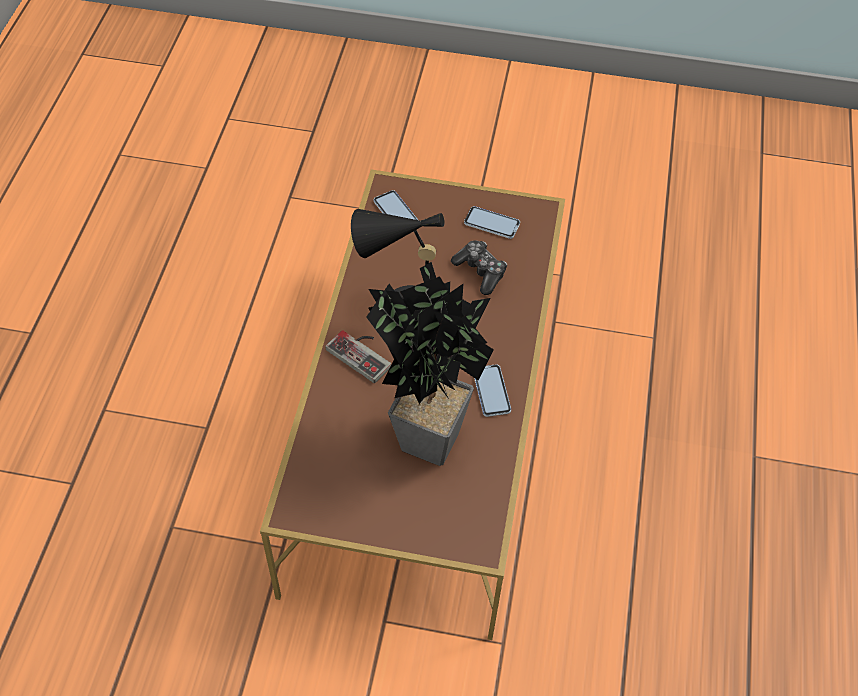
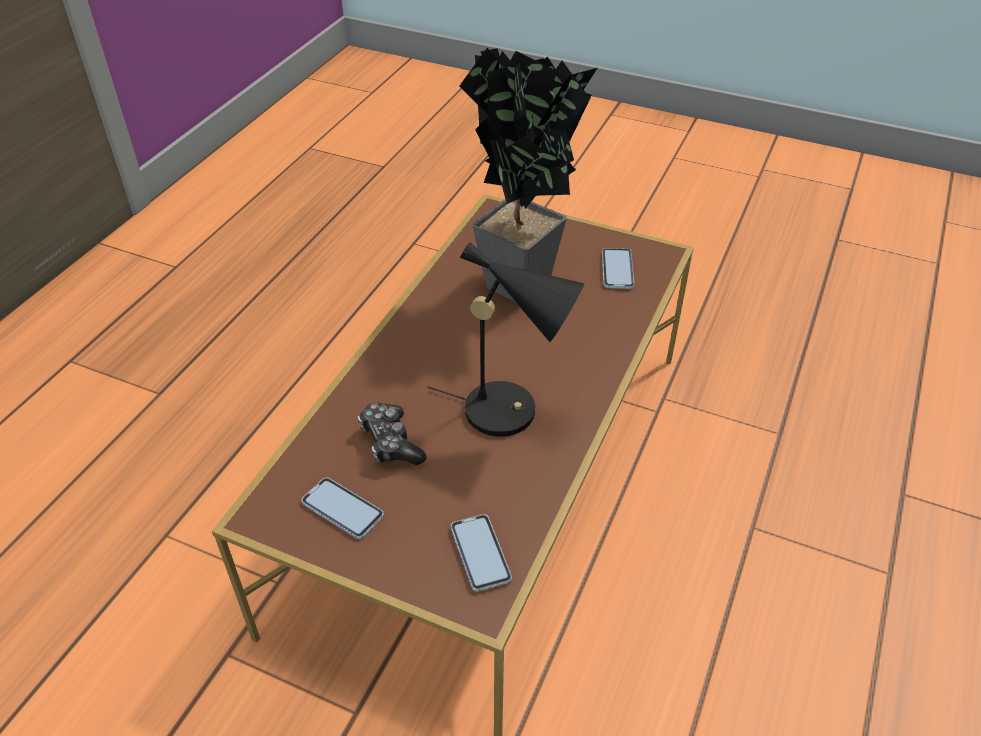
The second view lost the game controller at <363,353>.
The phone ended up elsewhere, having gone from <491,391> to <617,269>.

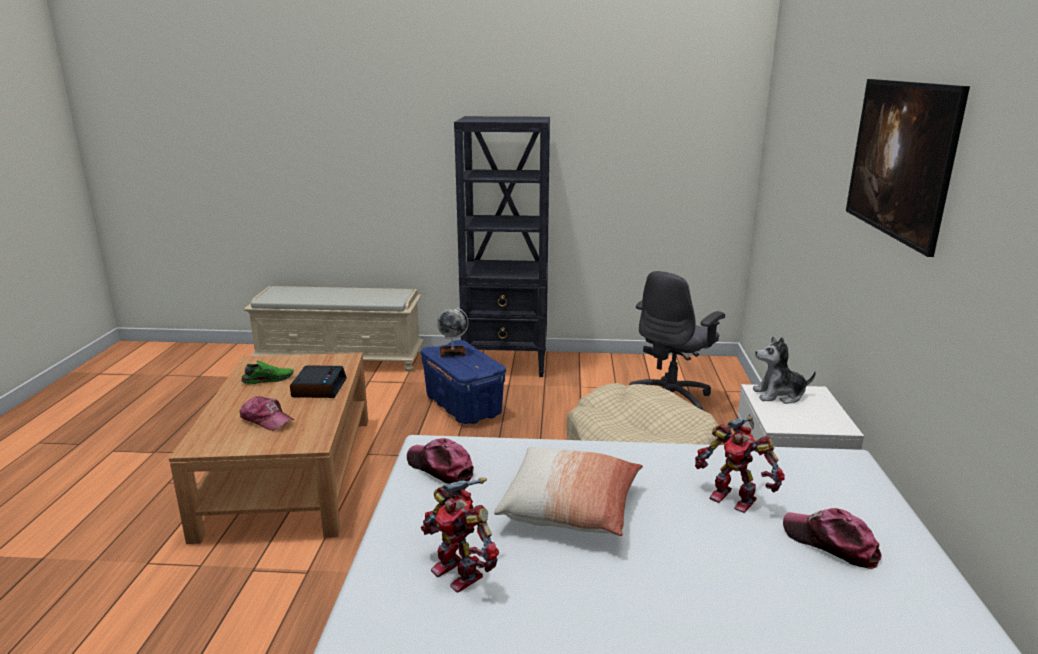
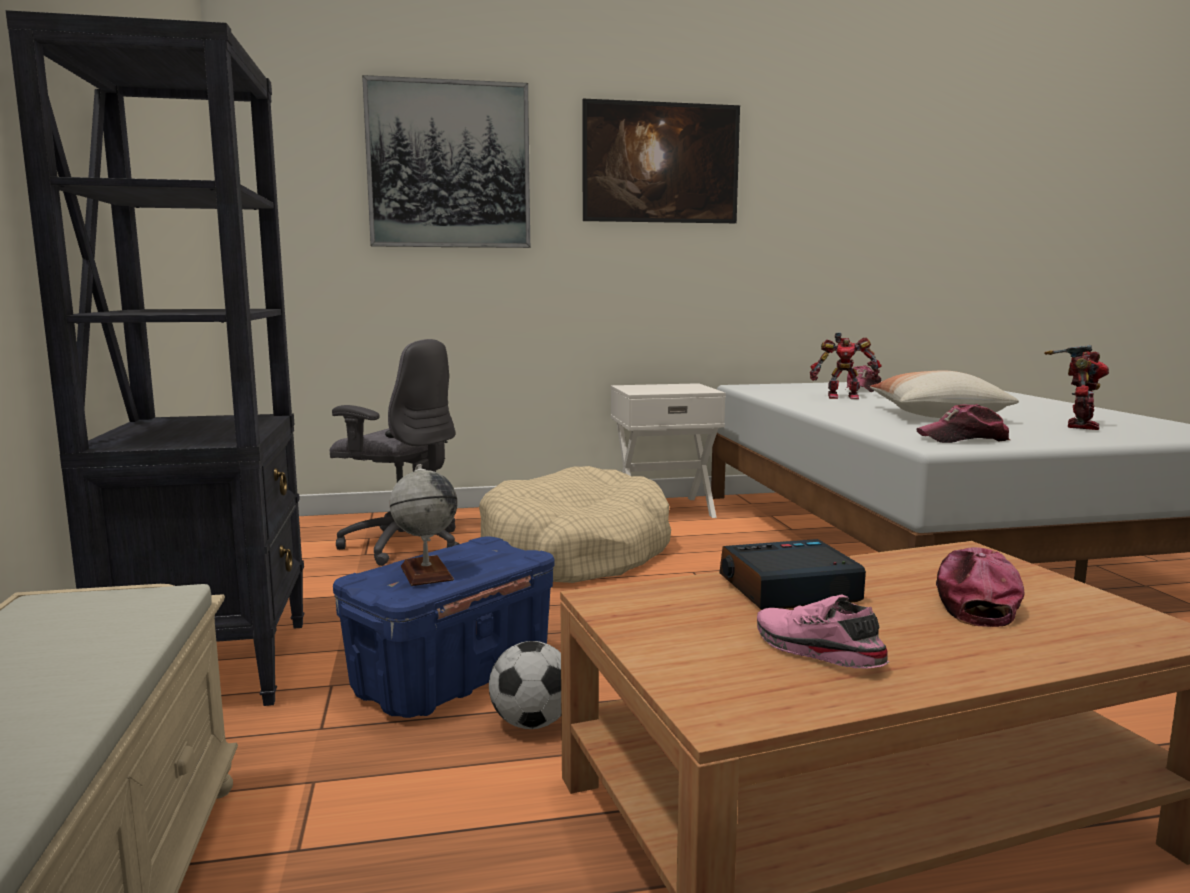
What was the green shoe at <268,379> turned into the pink shoe at <815,652>.
The cap at <440,468> ended up facing another way, 60 degrees clockwise from before.
The toy robot at <734,498> ended up facing another way, 75 degrees clockwise from before.
The second view lost the plush toy at <779,395>.
The second view gained the picture at <449,165>.
The second view gained the football at <532,723>.

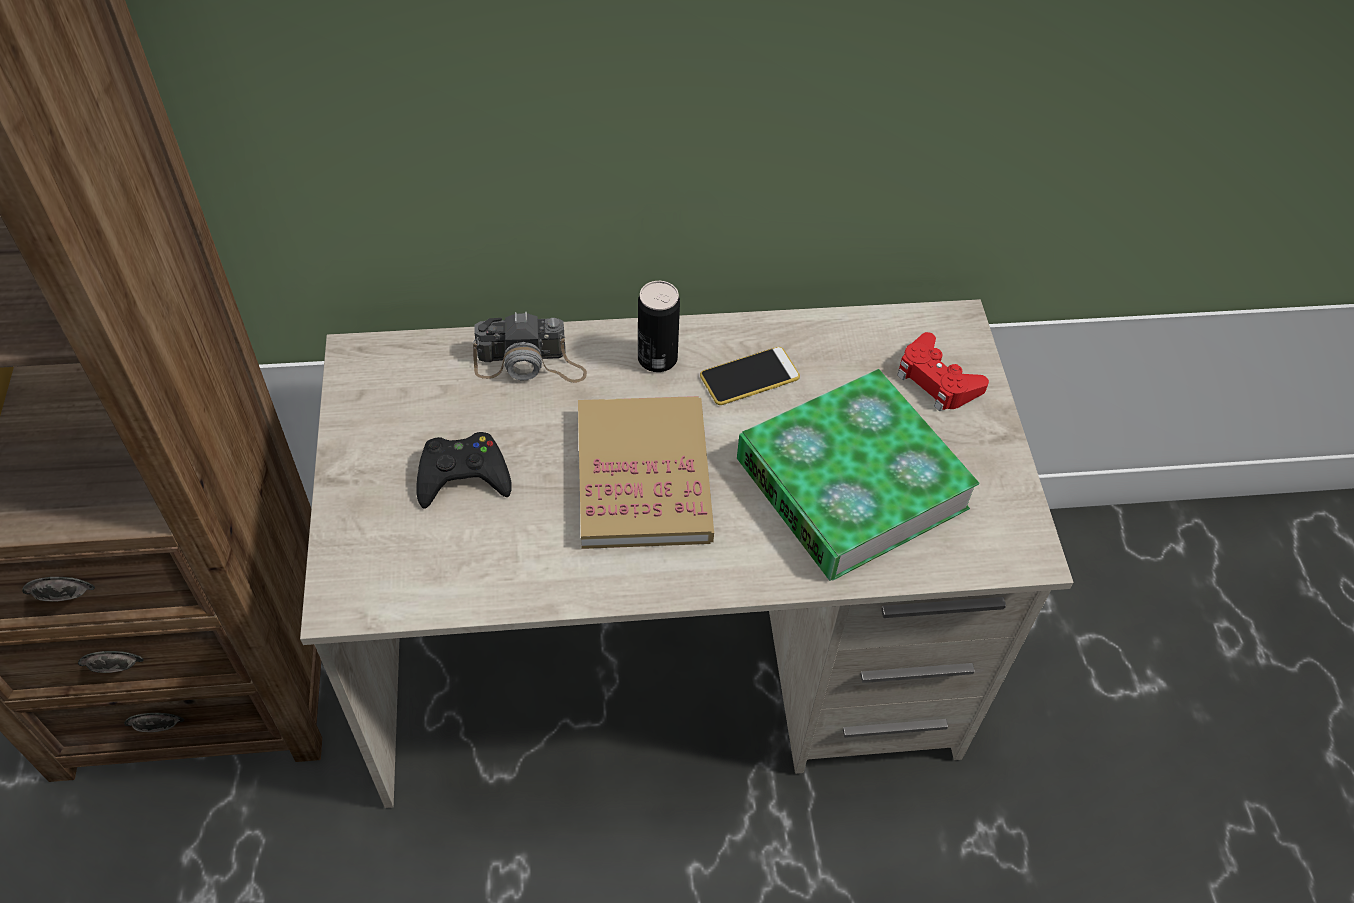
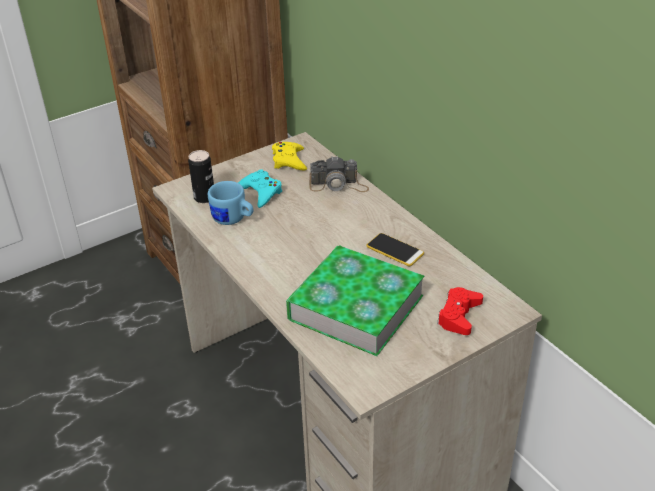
What was the black game controller at <463,476> turned into the turquoise game controller at <260,192>.
The photo camera at <530,364> ended up facing another way, 60 degrees counterclockwise from before.
The second view lost the book at <643,476>.
The can ended up elsewhere, having gone from <657,358> to <204,197>.
The second view gained the blue mug at <233,220>.
The second view gained the yellow game controller at <289,160>.

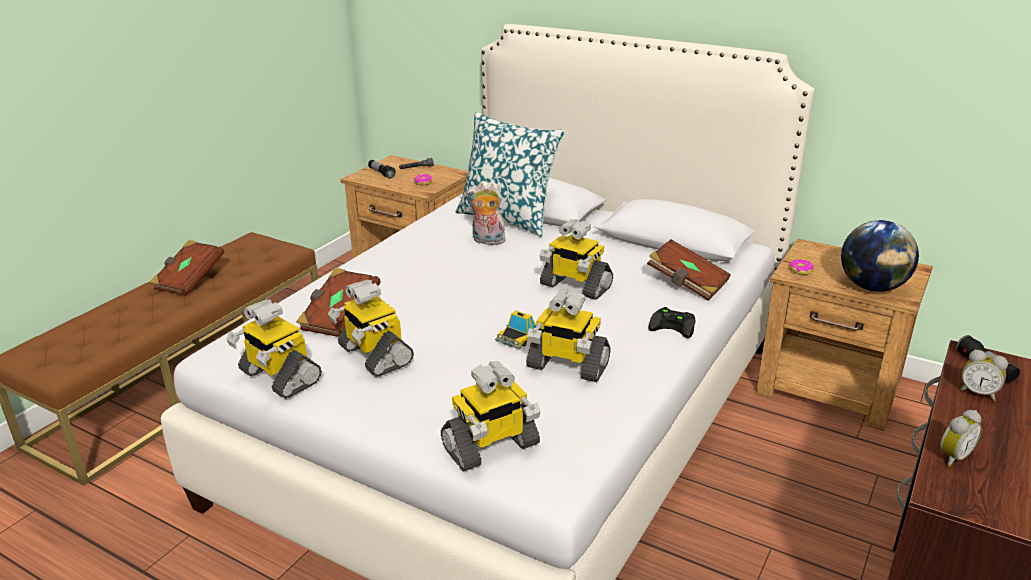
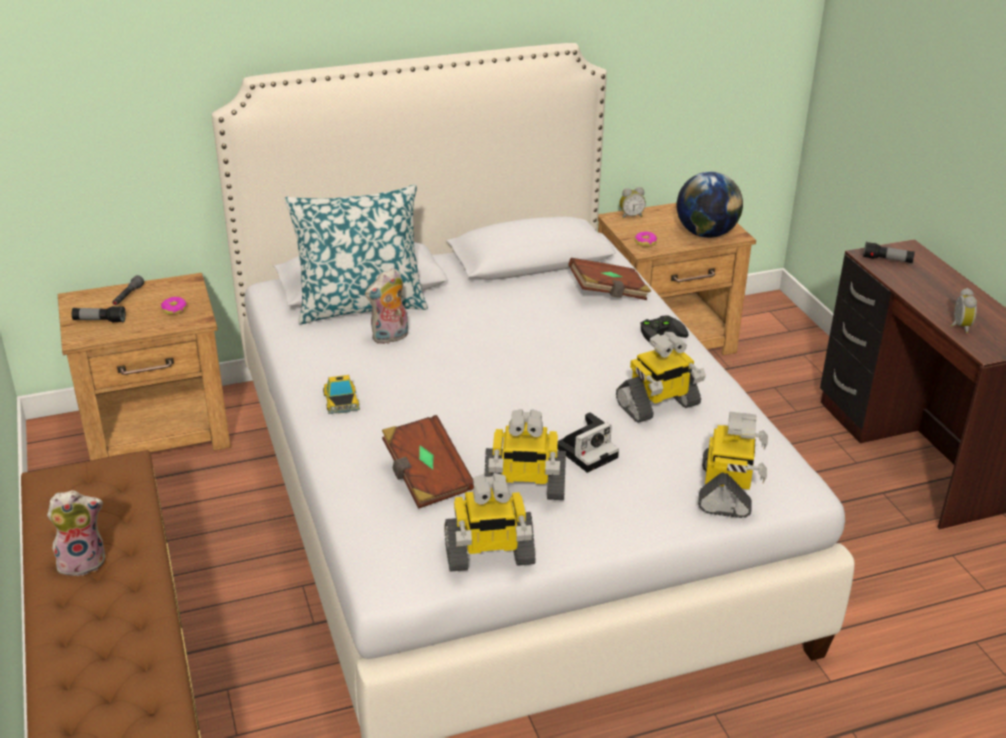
Where the brown book stood at <189,280>, the plush toy came to stand at <83,561>.
The toy car ended up elsewhere, having gone from <519,336> to <341,400>.
The second view lost the toy robot at <575,286>.
The alarm clock ended up elsewhere, having gone from <978,393> to <631,216>.
The second view gained the photo camera at <587,451>.

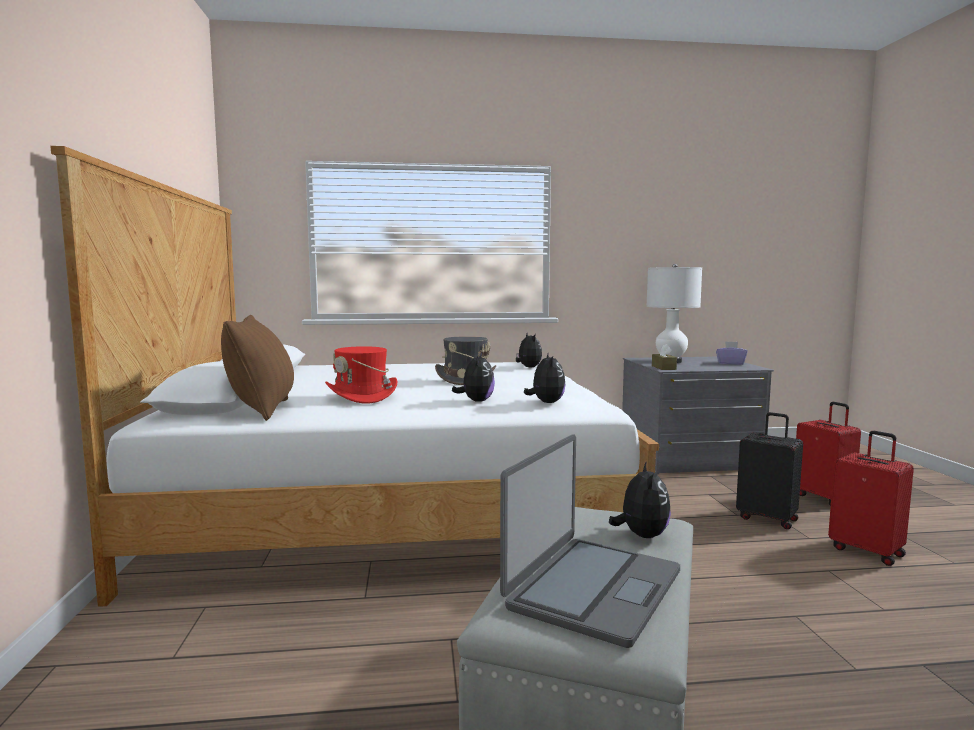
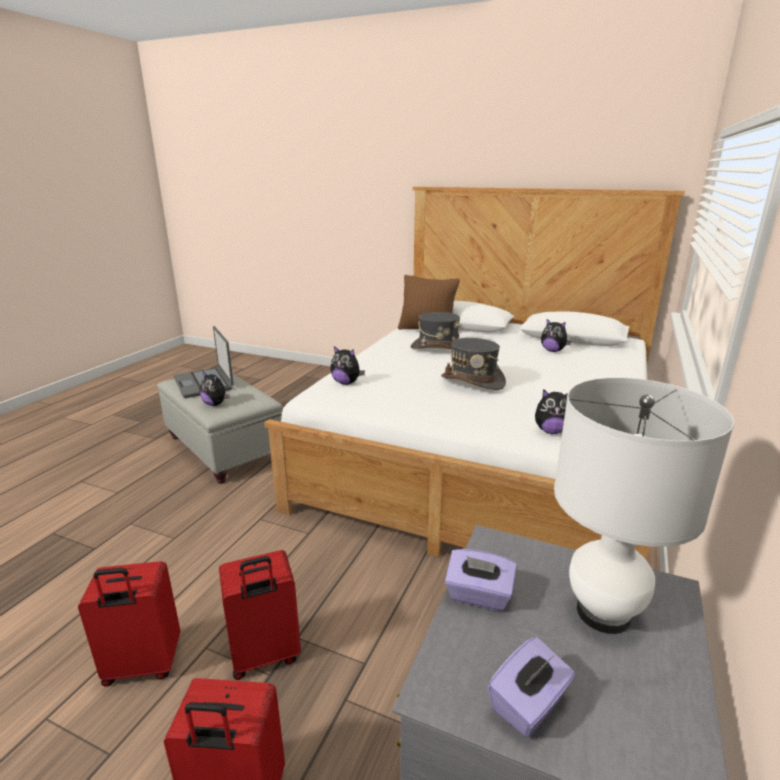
What was the red hat at <362,396> turned into the grey hat at <438,348>.
The plush toy ended up elsewhere, having gone from <476,401> to <553,351>.
The second view lost the brown tissue box at <663,367>.
What was the black suitcase at <767,518> turned into the red suitcase at <265,656>.
The second view gained the purple tissue box at <478,595>.

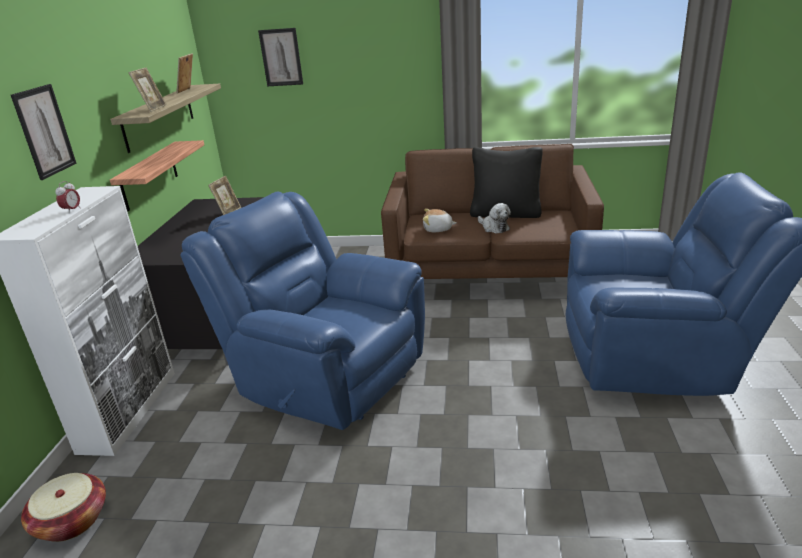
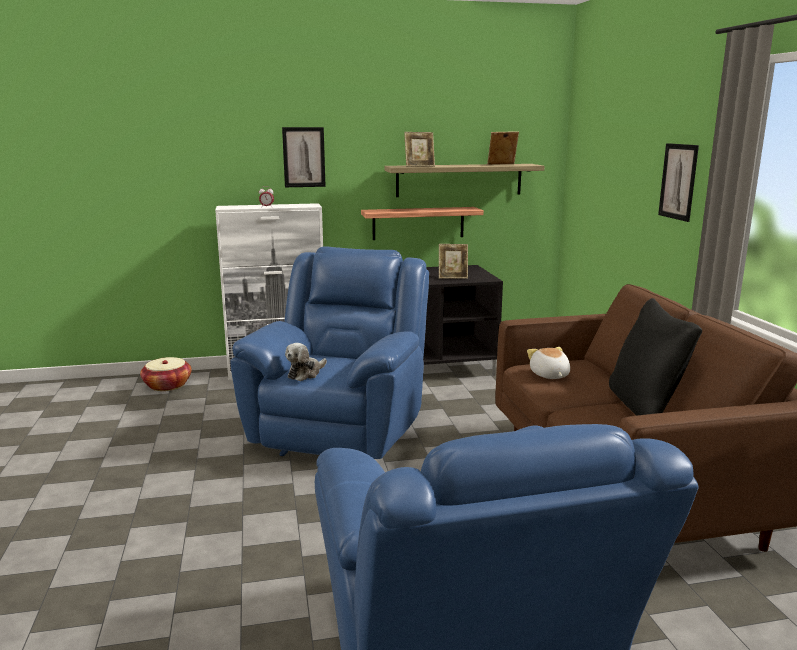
The picture ended up elsewhere, having gone from <281,57> to <678,181>.
The plush toy ended up elsewhere, having gone from <494,228> to <305,374>.

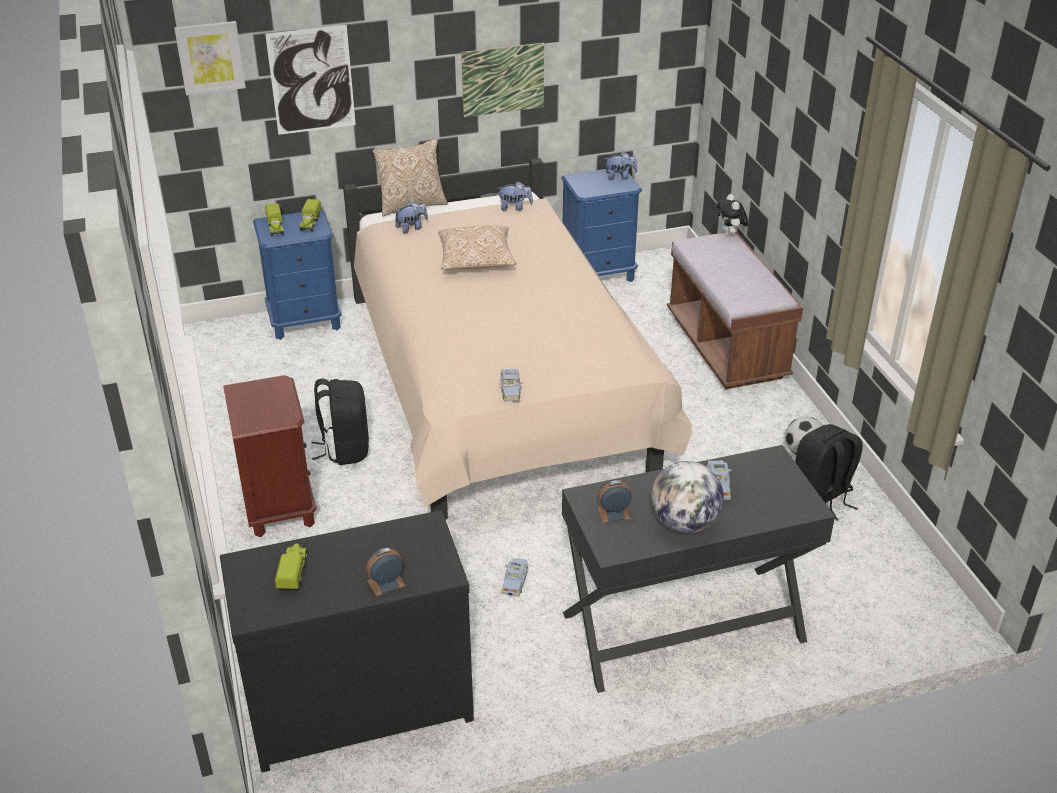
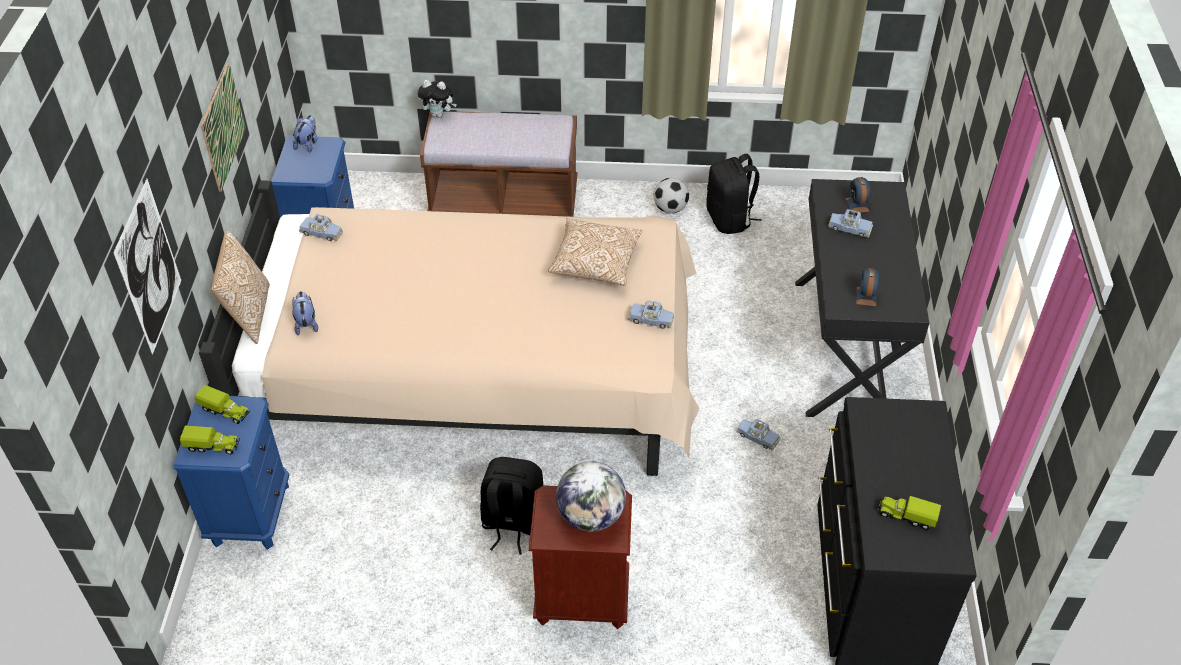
The second view lost the picture at <210,57>.
The alarm clock ended up elsewhere, having gone from <386,583> to <857,204>.
The pillow ended up elsewhere, having gone from <476,261> to <595,263>.
Where the plush toy stood at <515,207>, the blue toy car came to stand at <321,233>.
The globe ended up elsewhere, having gone from <684,524> to <591,516>.

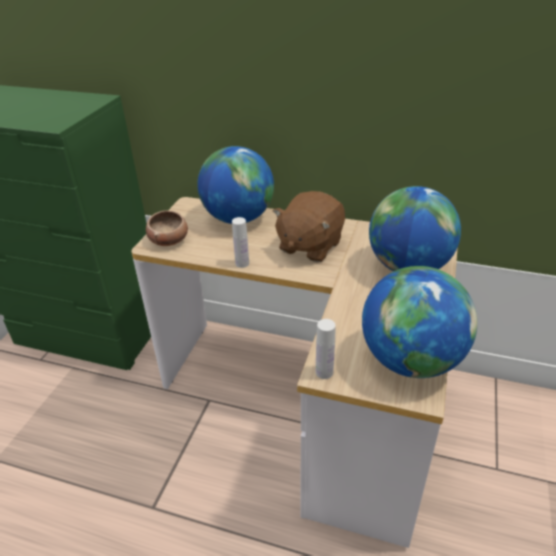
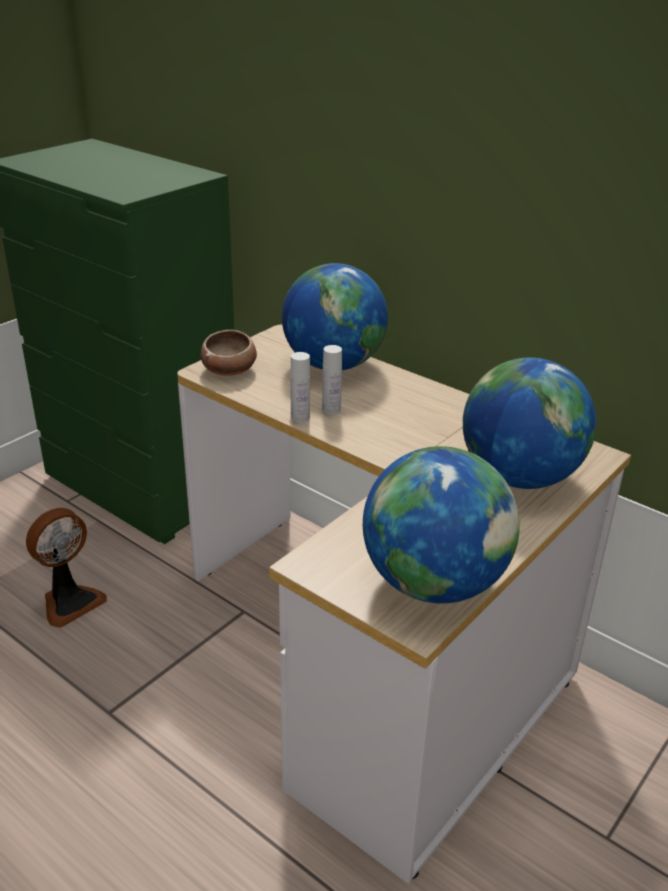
The second view lost the brown plush toy at <309,246>.
The white bottle ended up elsewhere, having gone from <324,372> to <331,410>.
The second view gained the fan at <70,602>.

